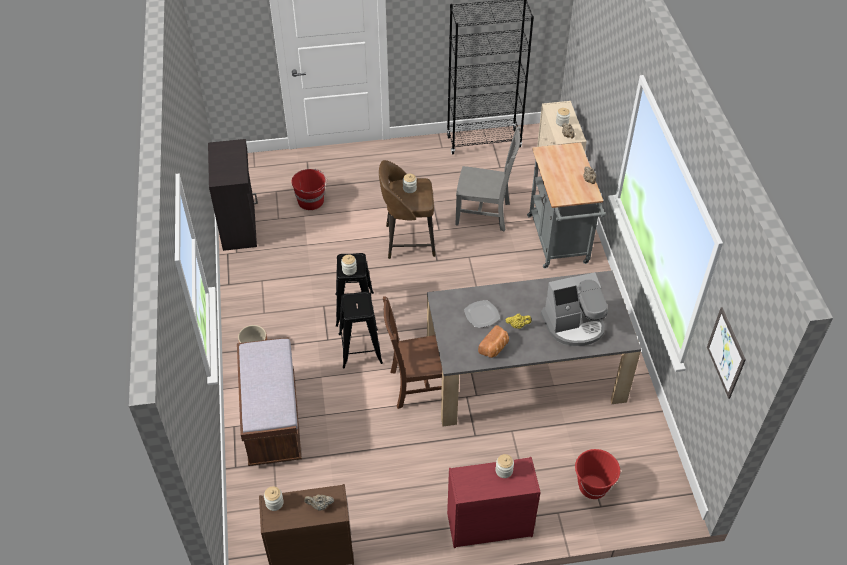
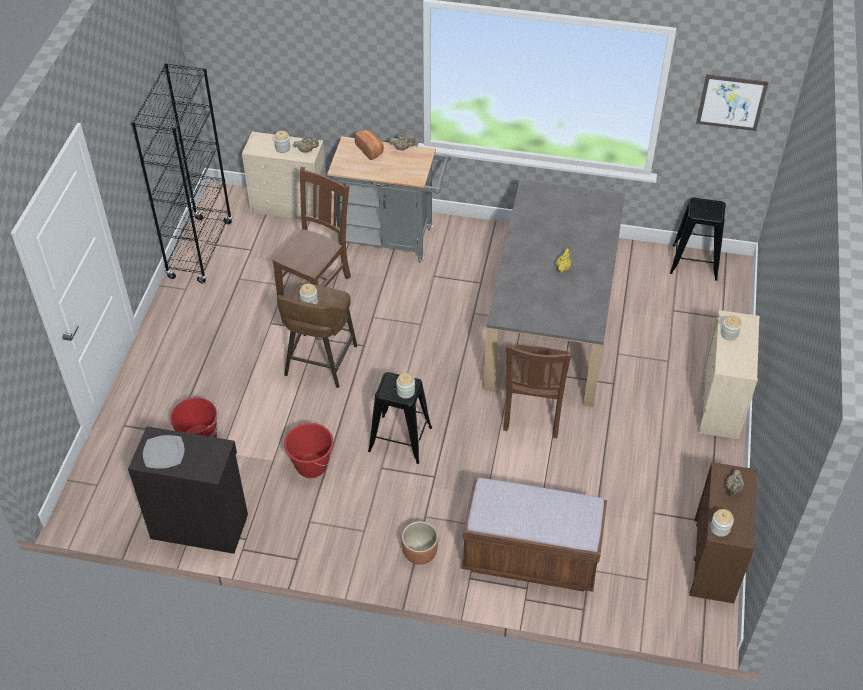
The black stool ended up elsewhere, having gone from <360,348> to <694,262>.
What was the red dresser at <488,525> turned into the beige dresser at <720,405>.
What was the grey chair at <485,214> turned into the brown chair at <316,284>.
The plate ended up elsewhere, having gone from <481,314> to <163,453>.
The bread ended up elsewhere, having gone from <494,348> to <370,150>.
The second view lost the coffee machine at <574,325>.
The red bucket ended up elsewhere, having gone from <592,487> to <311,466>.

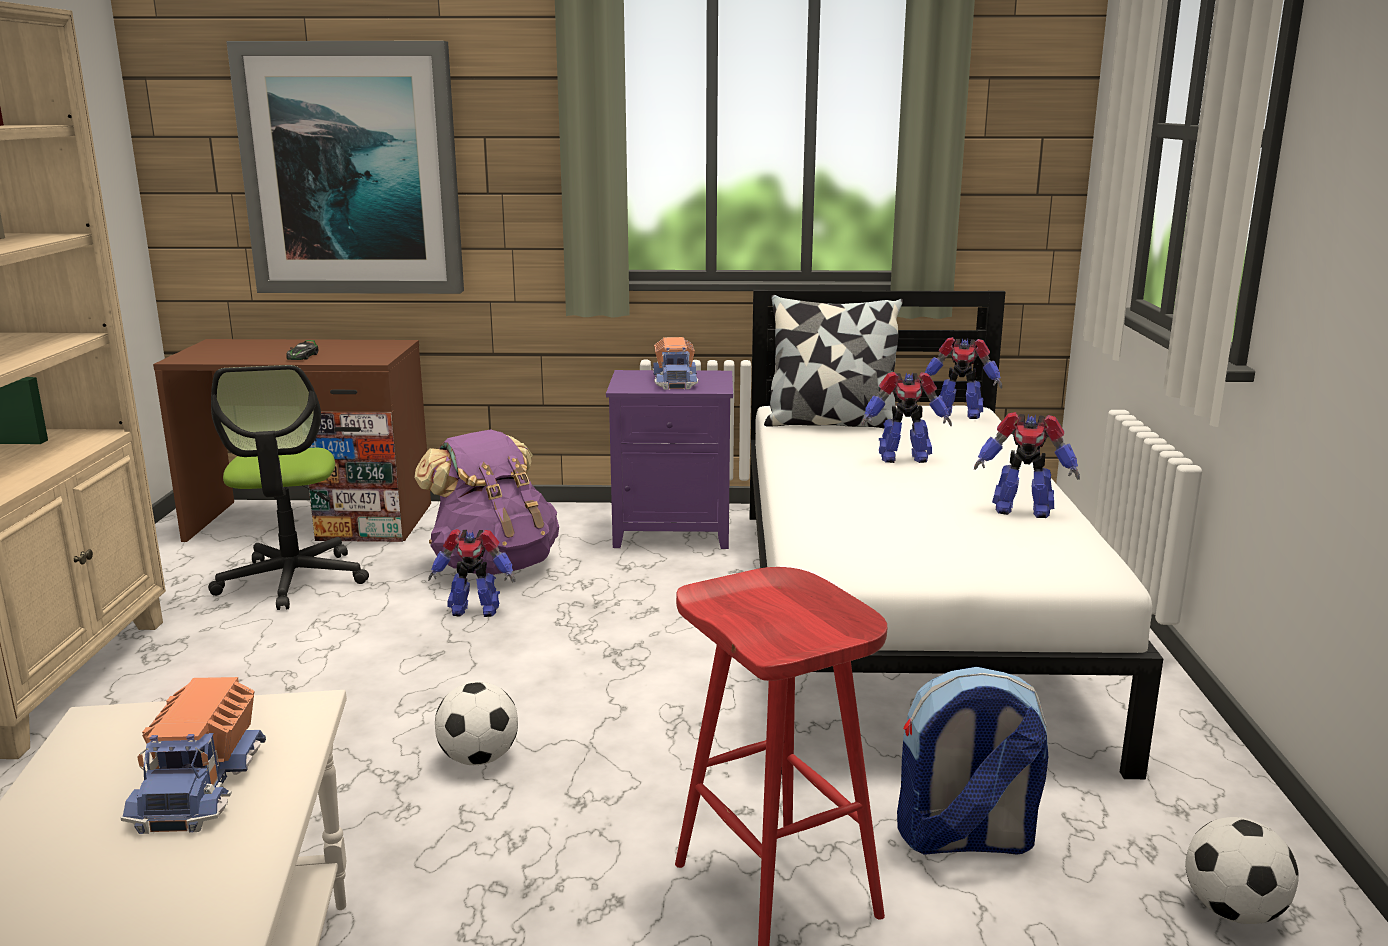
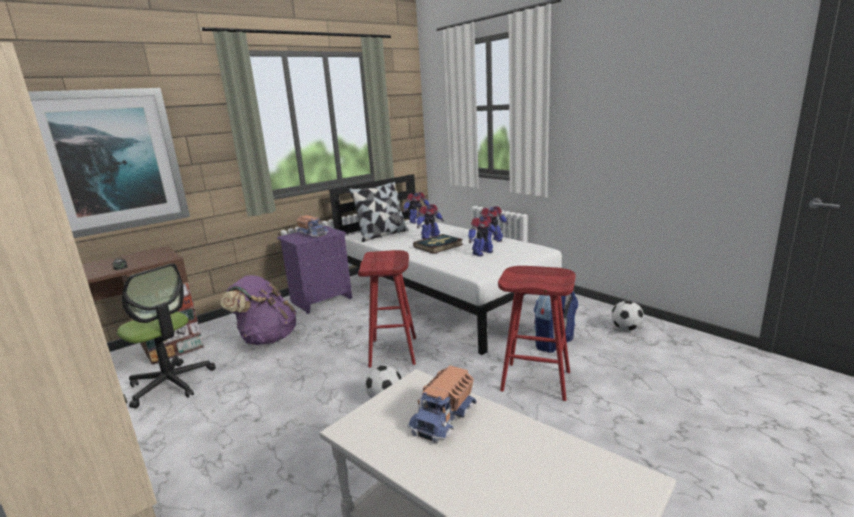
The toy truck at <201,786> ended up facing another way, 75 degrees clockwise from before.
The toy robot ended up elsewhere, having gone from <474,610> to <482,253>.
The second view gained the red stool at <394,352>.
The second view gained the book at <438,246>.

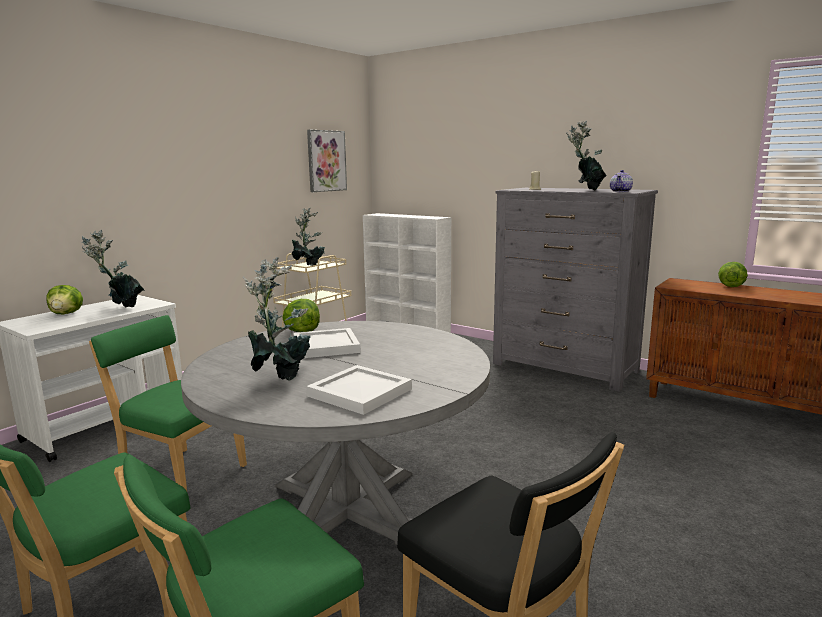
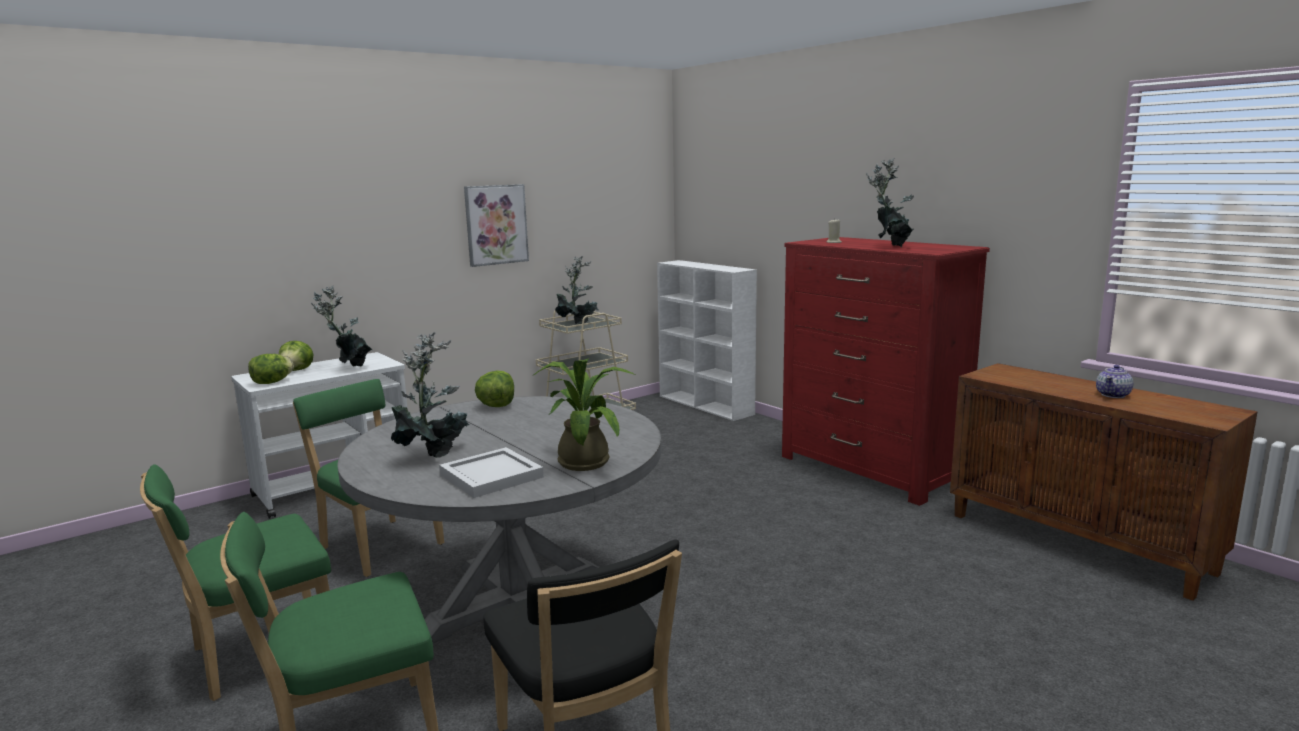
The second view lost the white tray at <324,346>.
The picture ended up elsewhere, having gone from <326,161> to <496,224>.
What was the grey dresser at <564,368> turned into the red dresser at <870,469>.
The teapot ended up elsewhere, having gone from <621,191> to <1113,395>.
The lettuce ended up elsewhere, having gone from <731,286> to <272,382>.
The second view gained the potted plant at <585,460>.

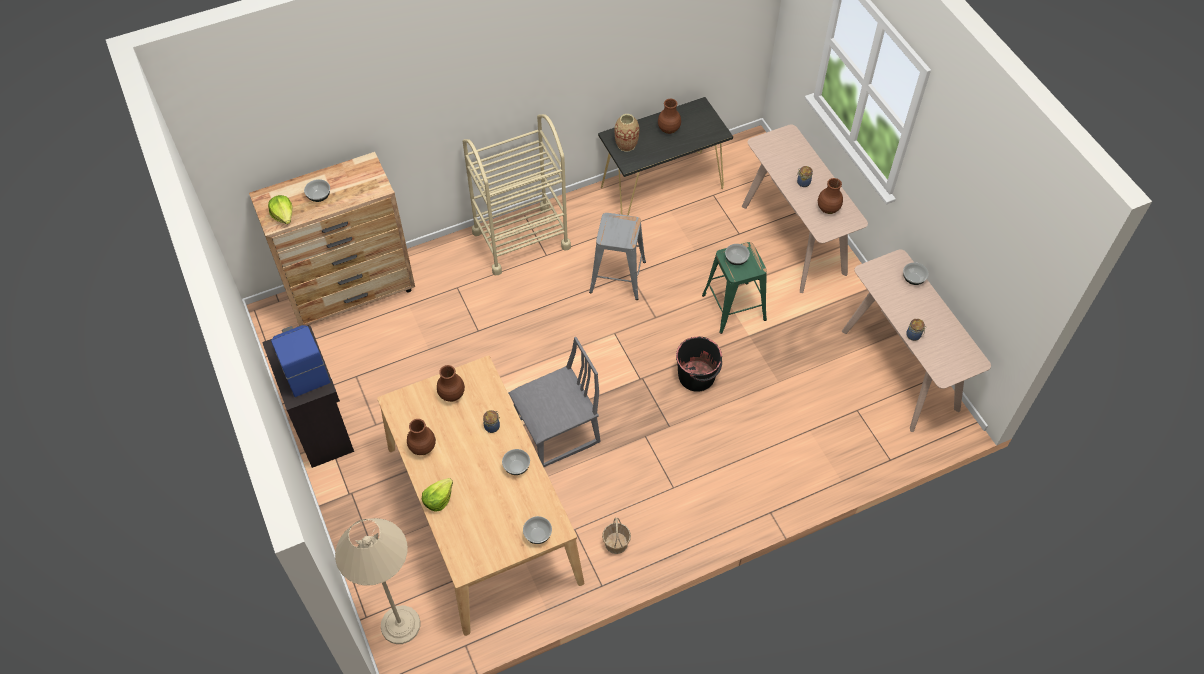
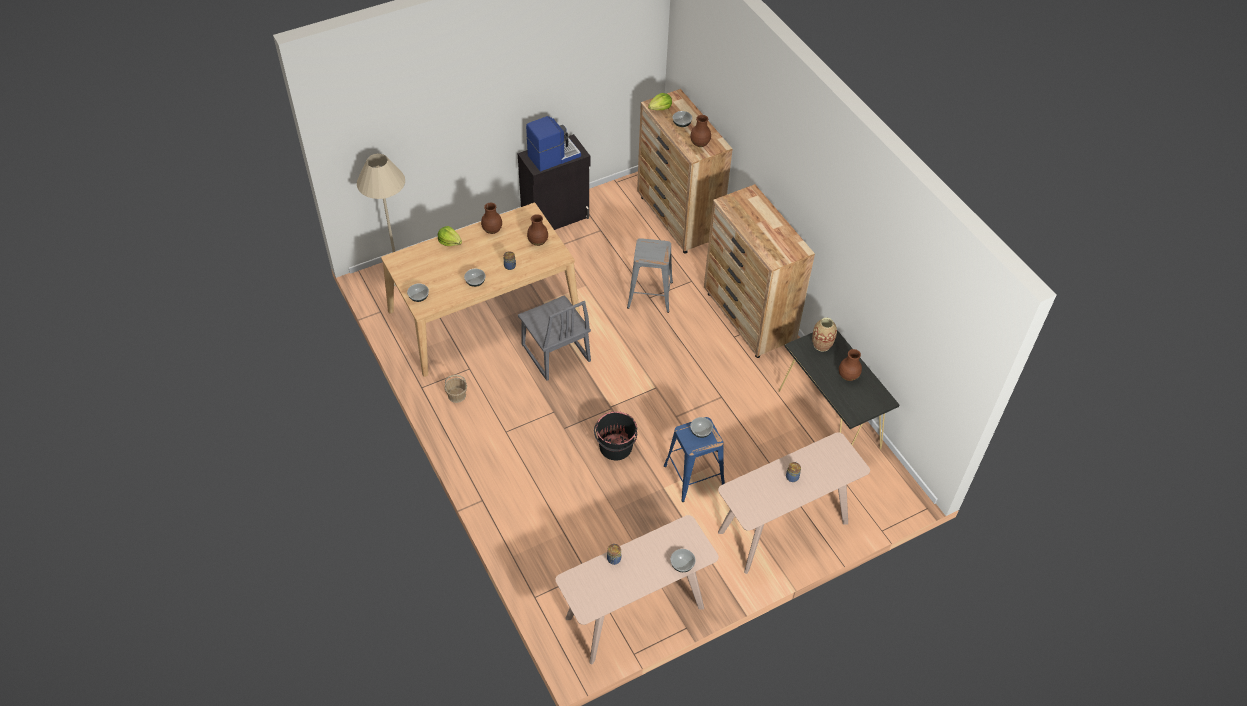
Where the beige cart stood at <521,239>, the brown dresser came to stand at <748,318>.
The grey stool ended up elsewhere, having gone from <617,276> to <650,294>.
What was the green stool at <733,307> turned into the blue stool at <693,475>.
The brown vase ended up elsewhere, having gone from <828,209> to <699,143>.

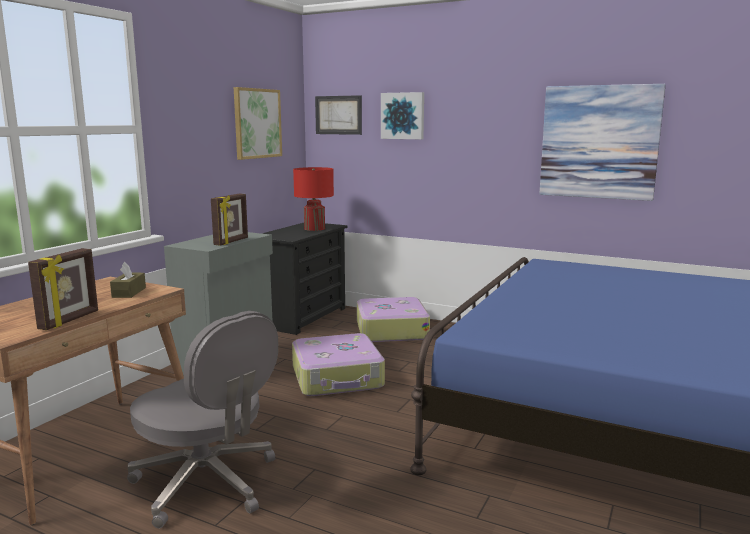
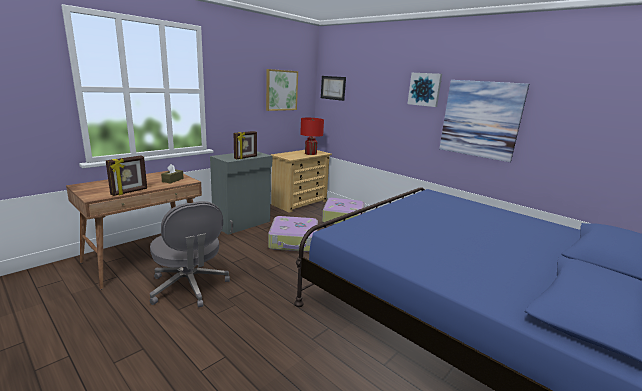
What was the black dresser at <302,317> turned into the beige dresser at <299,203>.
The picture ended up elsewhere, having gone from <403,116> to <425,89>.

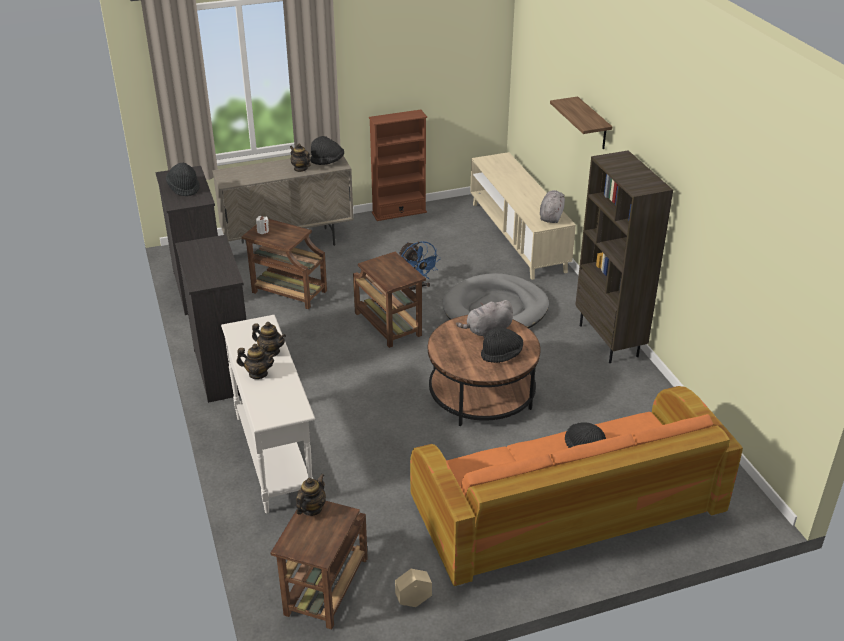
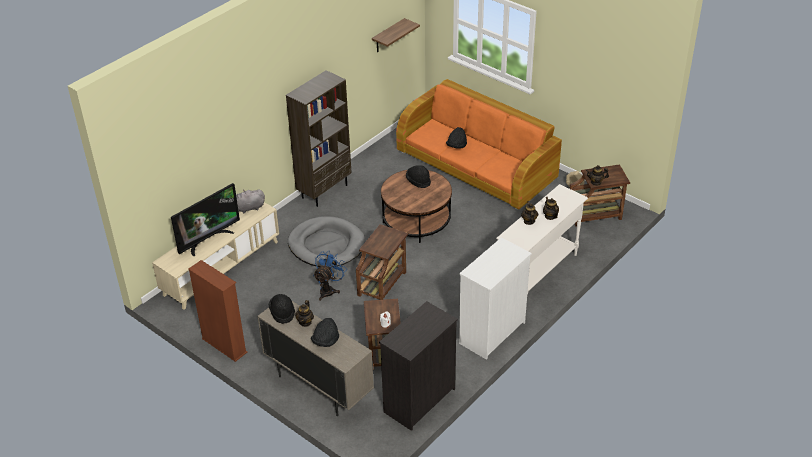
The black hat ended up elsewhere, having gone from <184,188> to <325,341>.
What was the black dresser at <224,370> turned into the white dresser at <491,333>.
The second view lost the grey plush toy at <487,331>.
The shelf ended up elsewhere, having gone from <593,124> to <388,36>.
The second view gained the television at <208,240>.

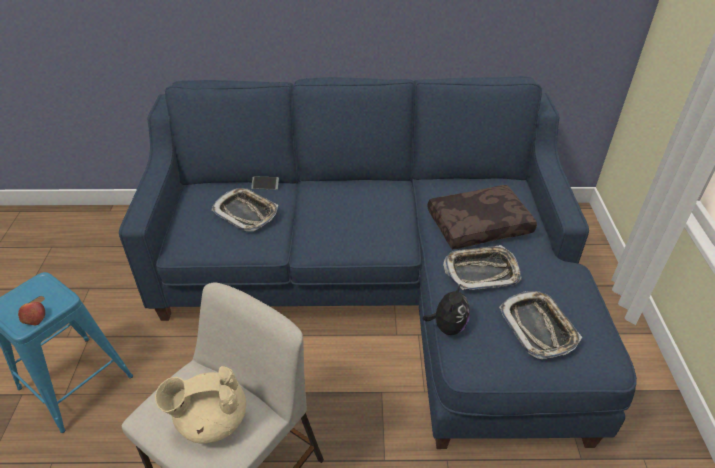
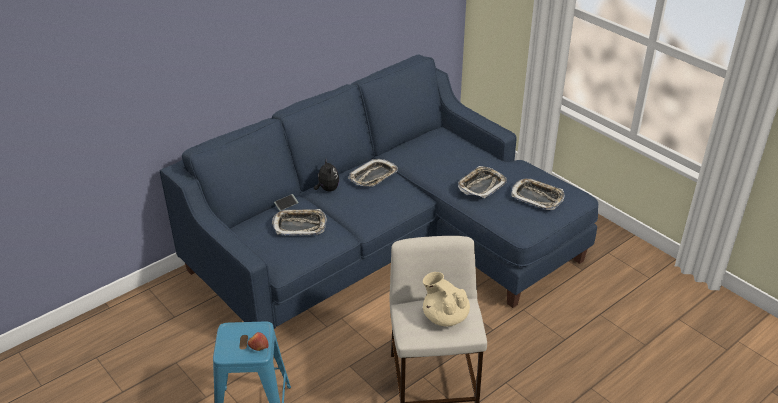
The beige teapot at <211,420> ended up facing another way, 105 degrees clockwise from before.
The plush toy ended up elsewhere, having gone from <447,327> to <327,189>.
The second view lost the brown pillow at <479,224>.
The second view gained the tray at <373,176>.

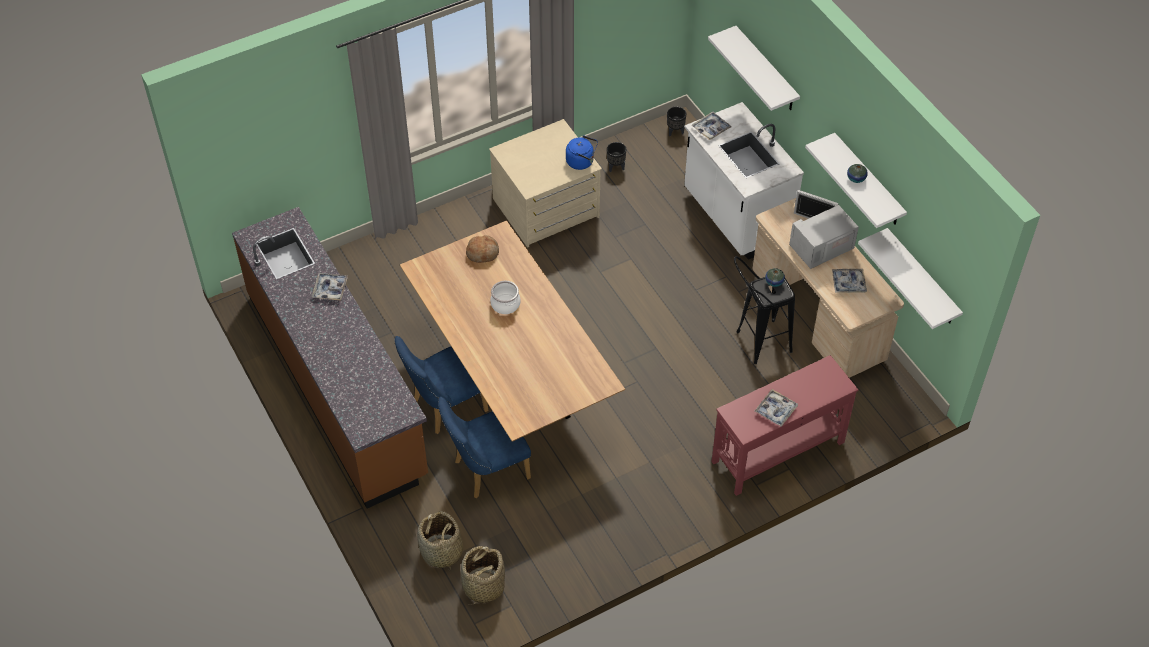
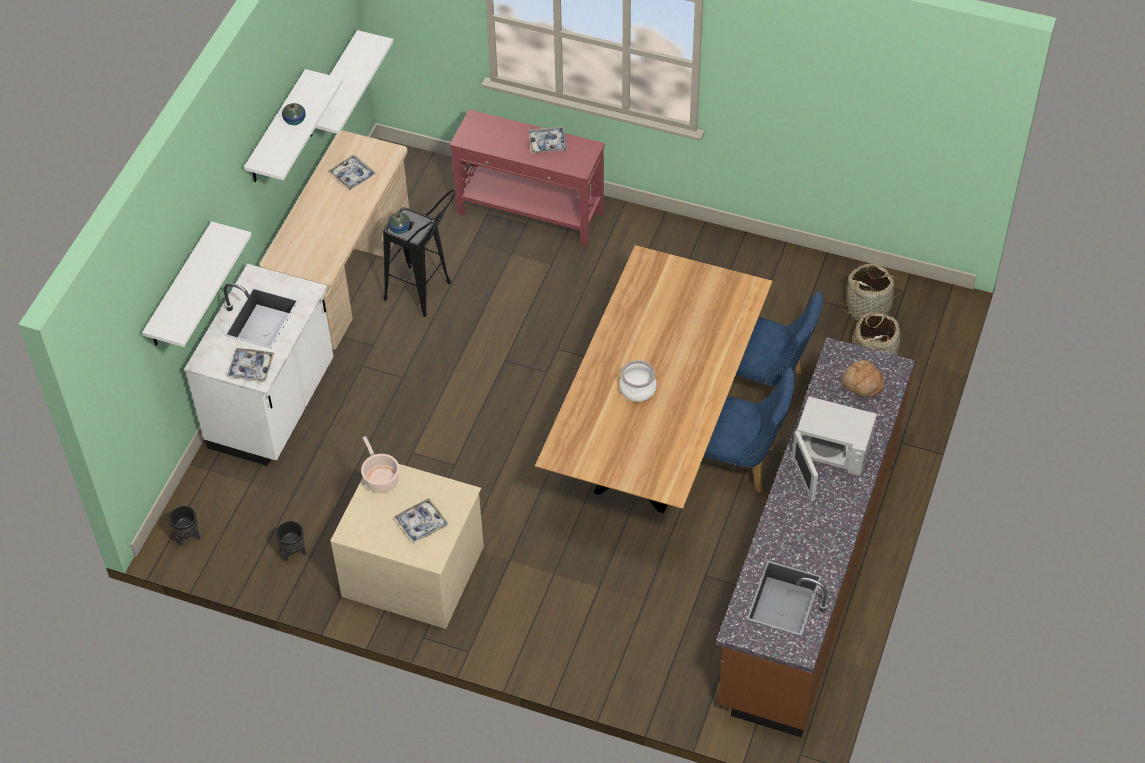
The tray ended up elsewhere, having gone from <330,289> to <421,523>.
The bread ended up elsewhere, having gone from <483,252> to <862,383>.
Where the blue kettle stood at <581,162>, the cooking pot came to stand at <380,478>.
The white microwave ended up elsewhere, having gone from <821,244> to <830,451>.

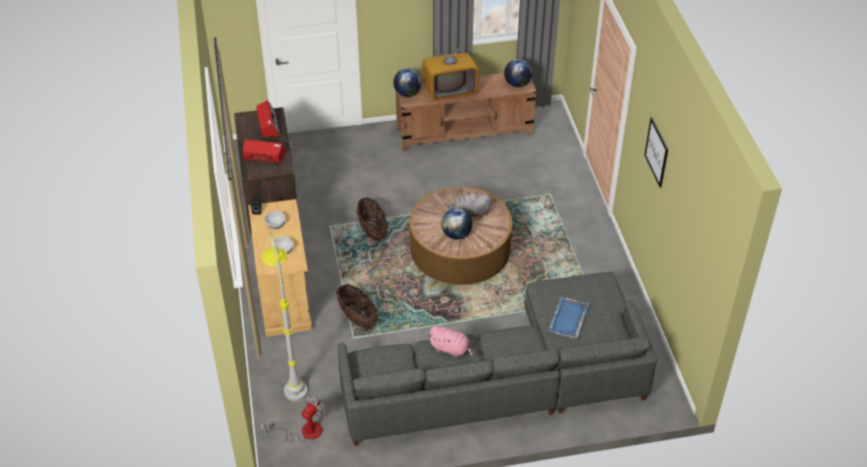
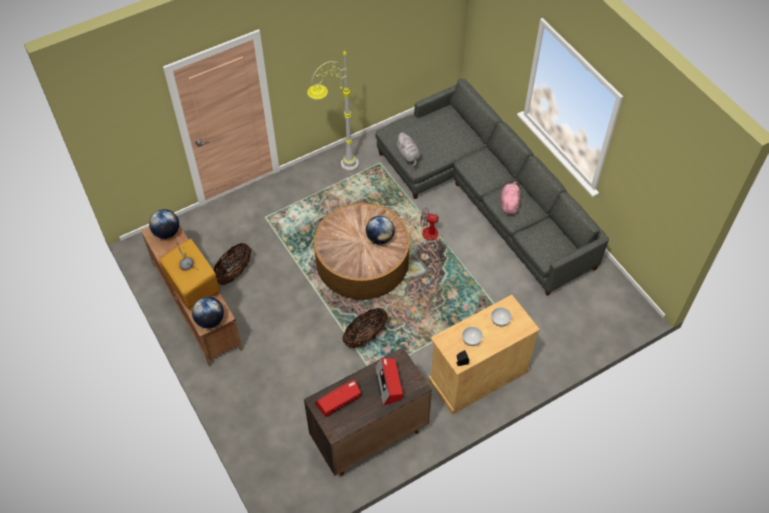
The fan ended up elsewhere, having gone from <303,431> to <433,238>.
The grey floor lamp ended up elsewhere, having gone from <292,376> to <336,171>.
The basket ended up elsewhere, having gone from <358,318> to <234,273>.
The grey plush toy ended up elsewhere, having gone from <470,214> to <408,156>.
The second view lost the blue tray at <568,319>.
The second view lost the picture at <656,152>.

